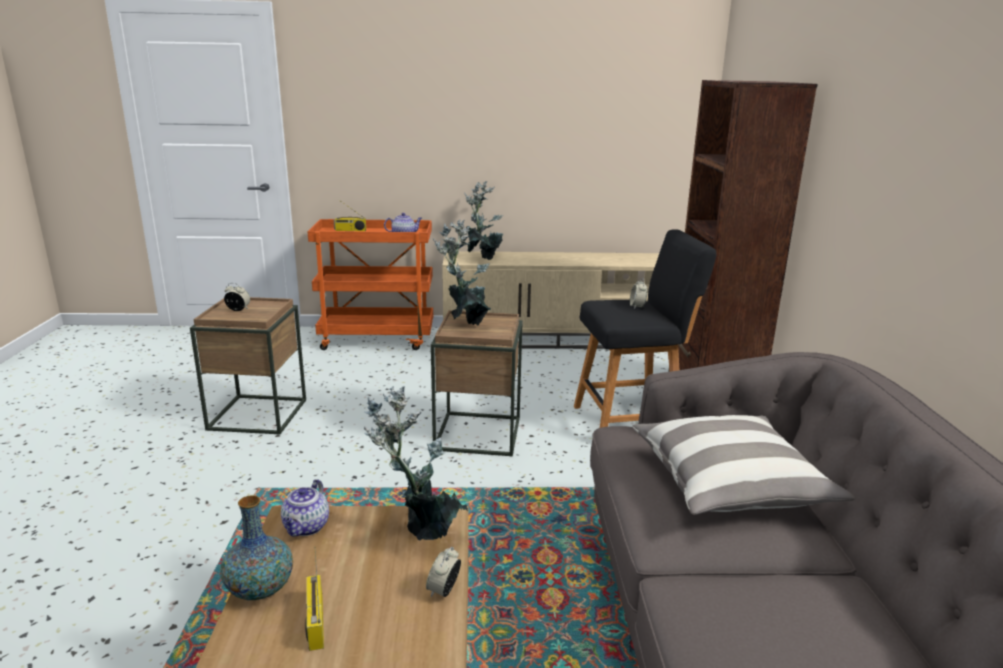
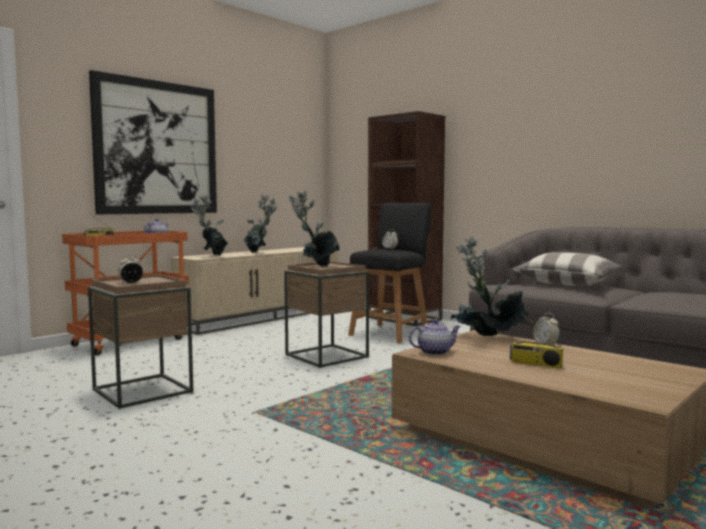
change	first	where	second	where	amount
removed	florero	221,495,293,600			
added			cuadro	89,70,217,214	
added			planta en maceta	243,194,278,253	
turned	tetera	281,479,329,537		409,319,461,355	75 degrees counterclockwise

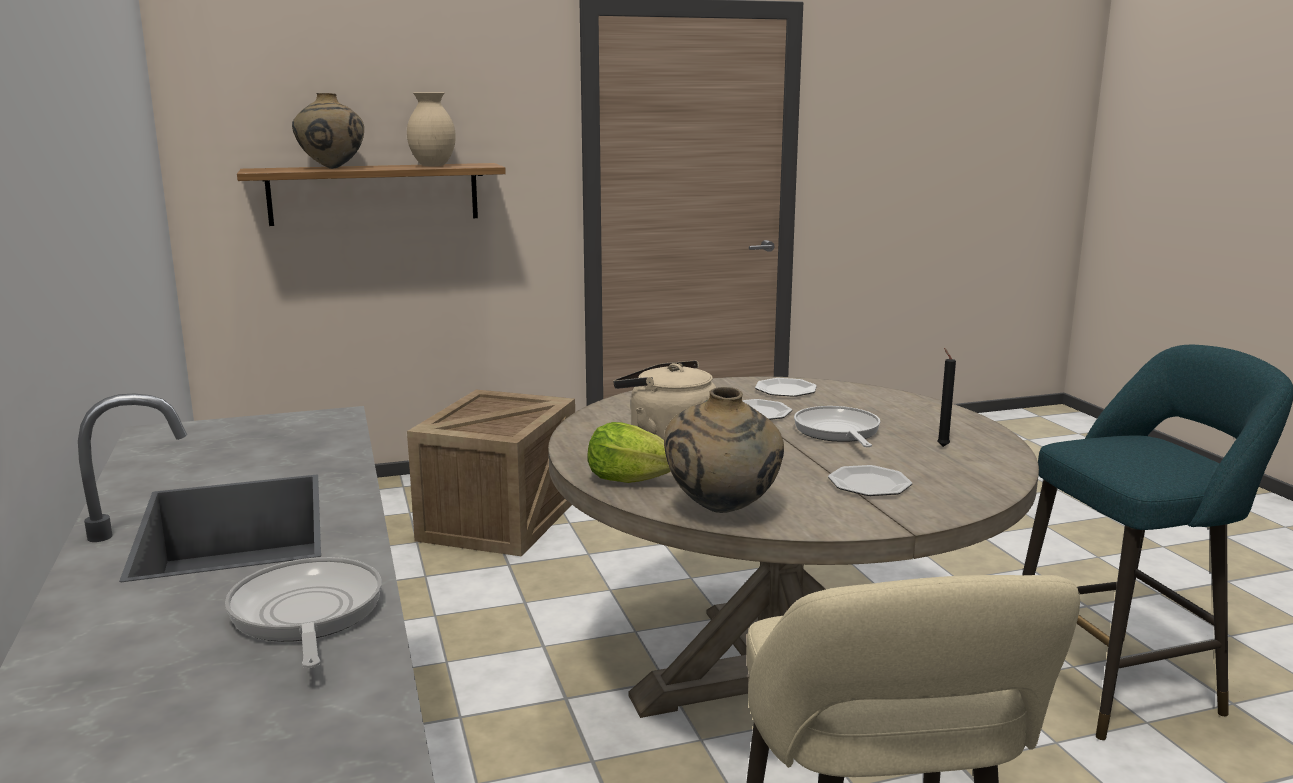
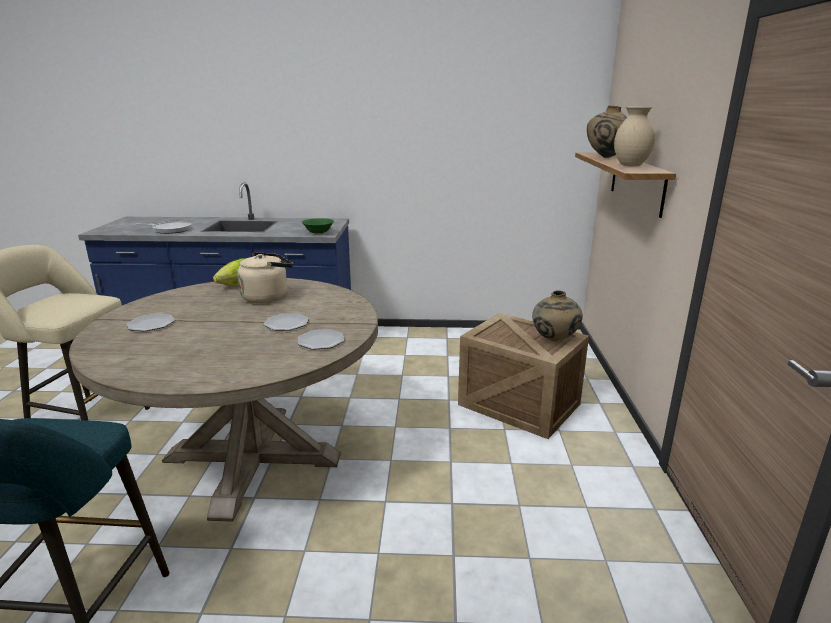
change	first	where	second	where	amount
removed	sartén	794,406,880,447			
removed	vela (negro)	937,348,956,447			
added			cuenco (verde)	302,218,334,235	
moved	florero (beis)	664,387,784,513		532,290,583,342	

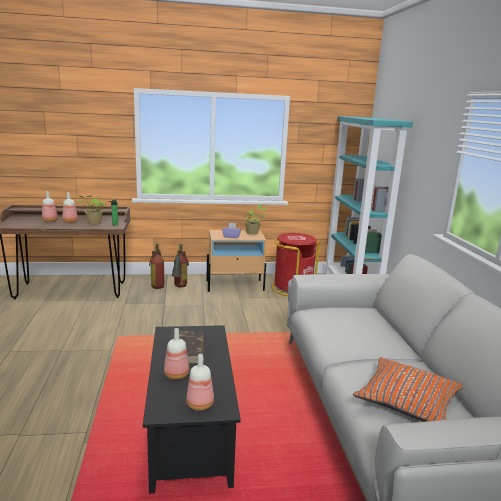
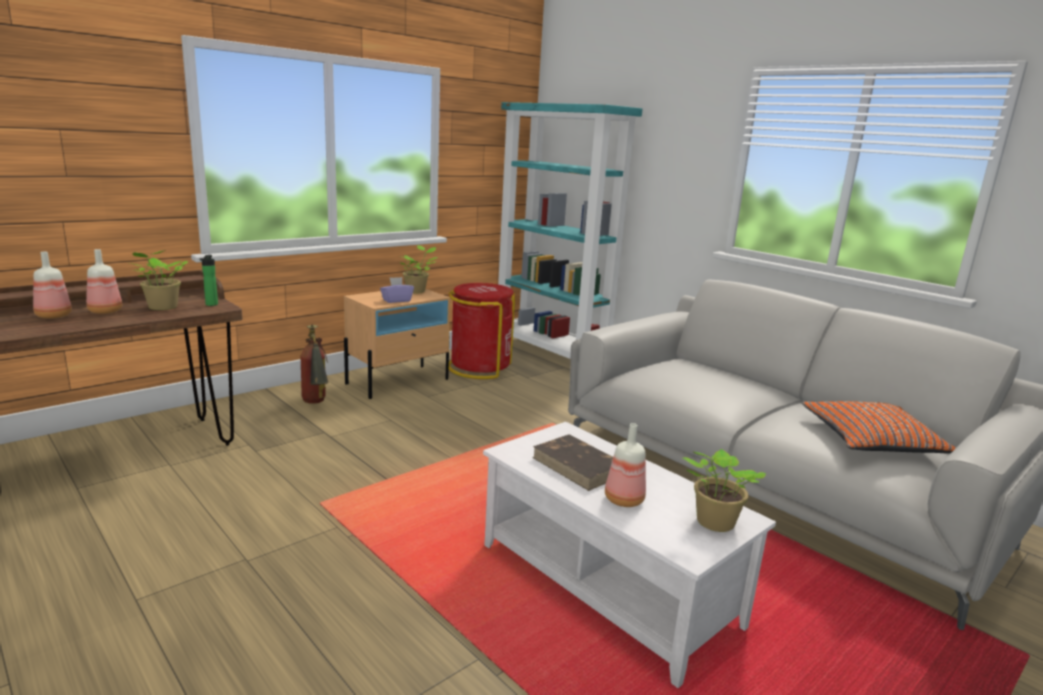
change	first	where	second	where	amount
removed	extintor	149,243,165,289			
replaced	botella	186,354,214,411	planta en maceta	683,449,766,532	
recoloured	mesa de centro (negro)	143,325,241,494	mesa de centro (blanco)	483,422,776,688	

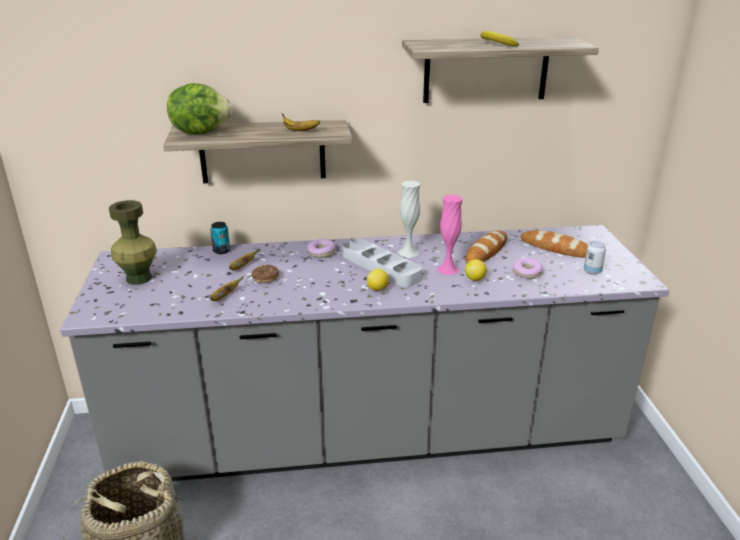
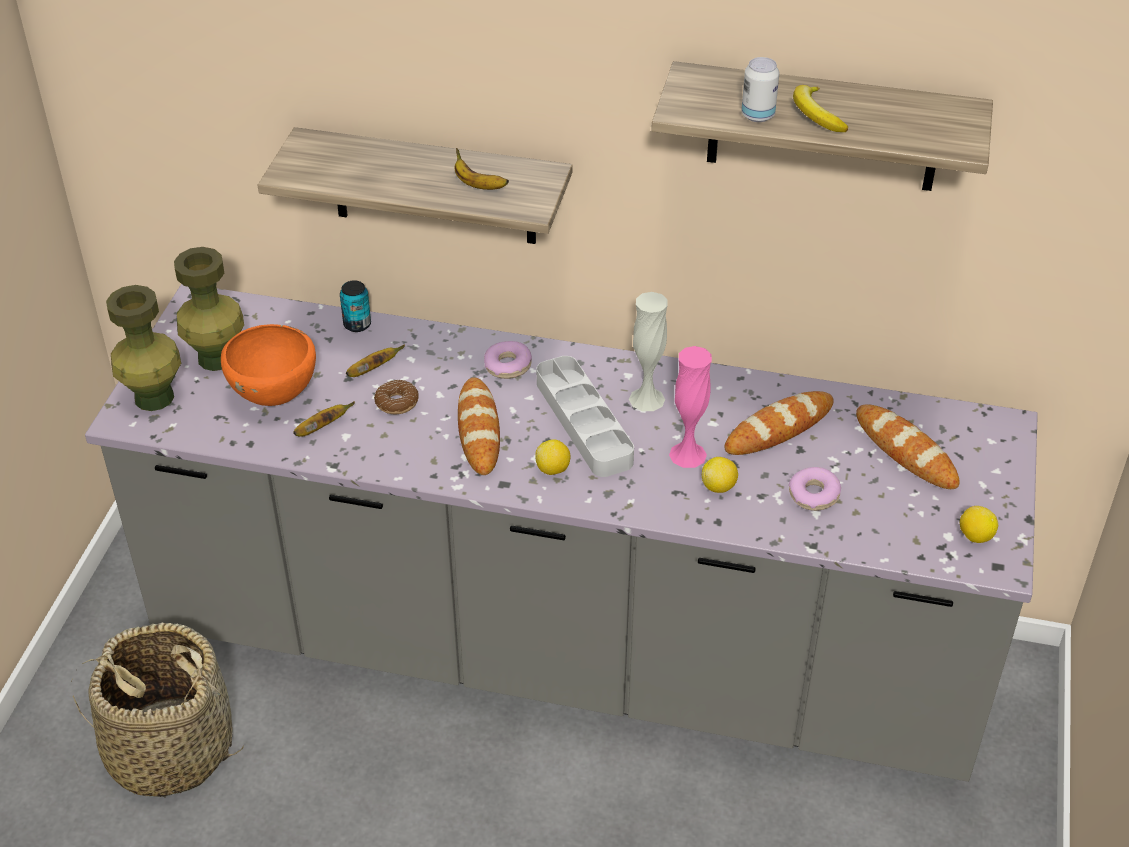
change	first	where	second	where	amount
removed	lechuga	167,83,233,135			
added			florero (verde)	106,285,181,411	
added			cuenco (naranja)	221,324,316,406	
added			pan	458,377,500,475	
added			limón	960,506,998,543	
moved	lata	584,241,606,275		741,57,779,122	

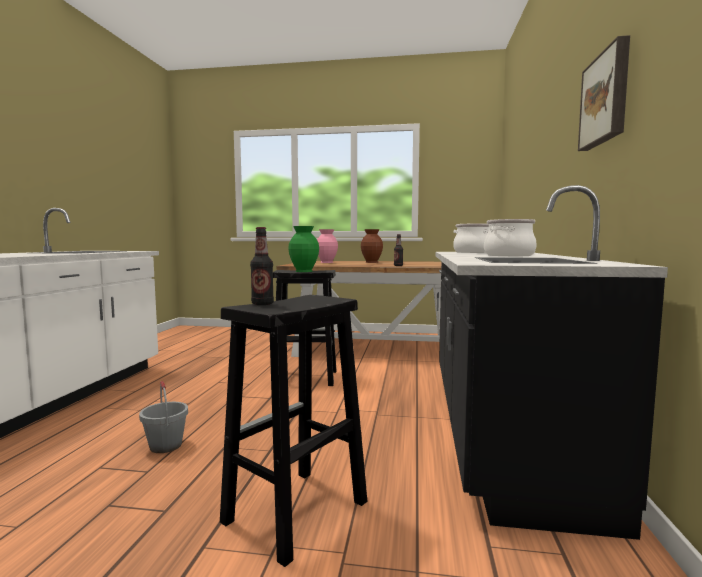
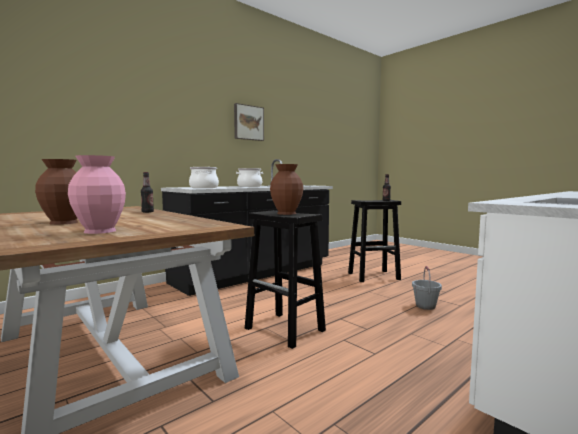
change	first	where	second	where	amount
recoloured	florero (verde)	288,226,319,272	florero (marrón)	270,164,303,215	

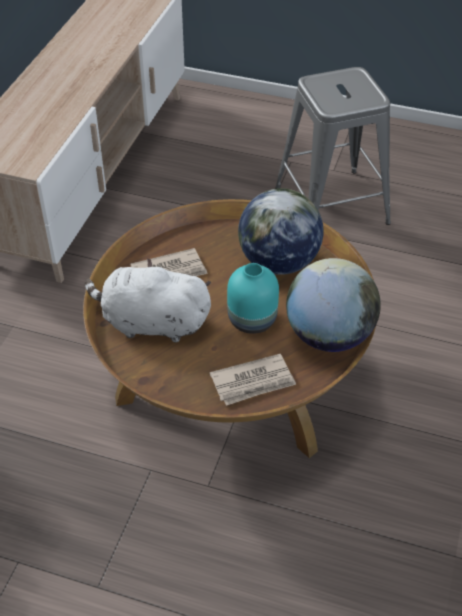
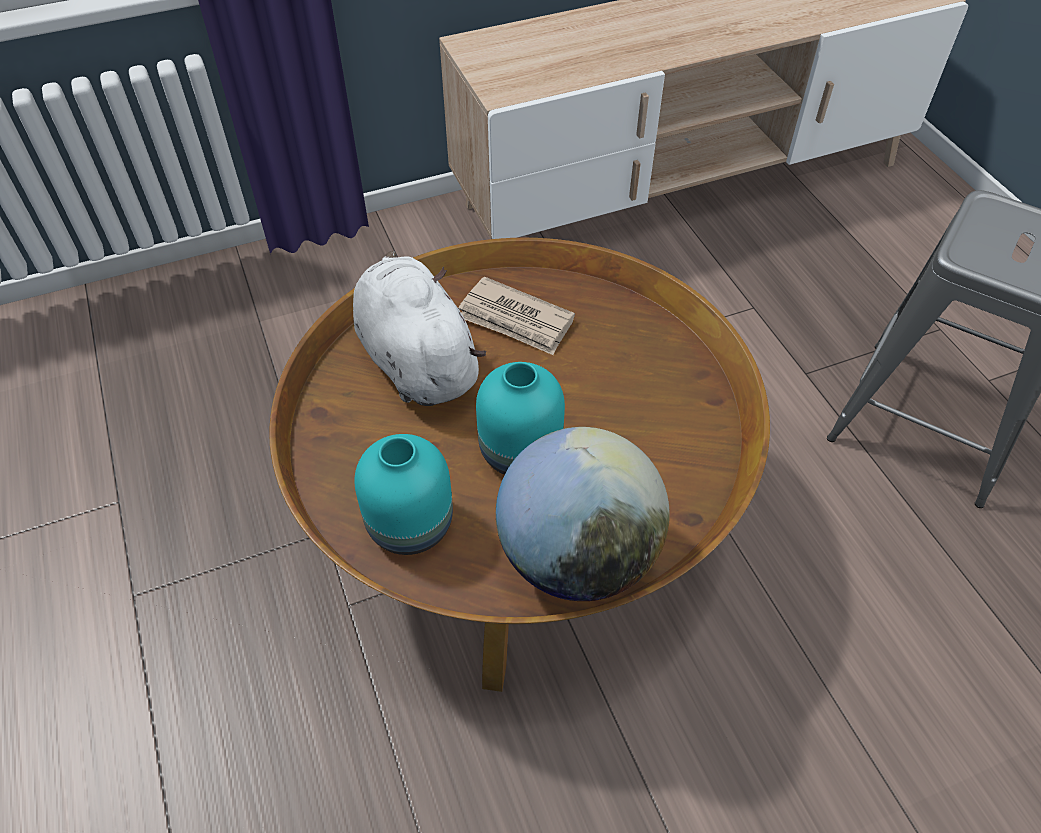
change	first	where	second	where	amount
removed	globo terráqueo	238,188,324,275			
replaced	periódico	210,354,296,406	florero (turquesa)	354,434,453,555	

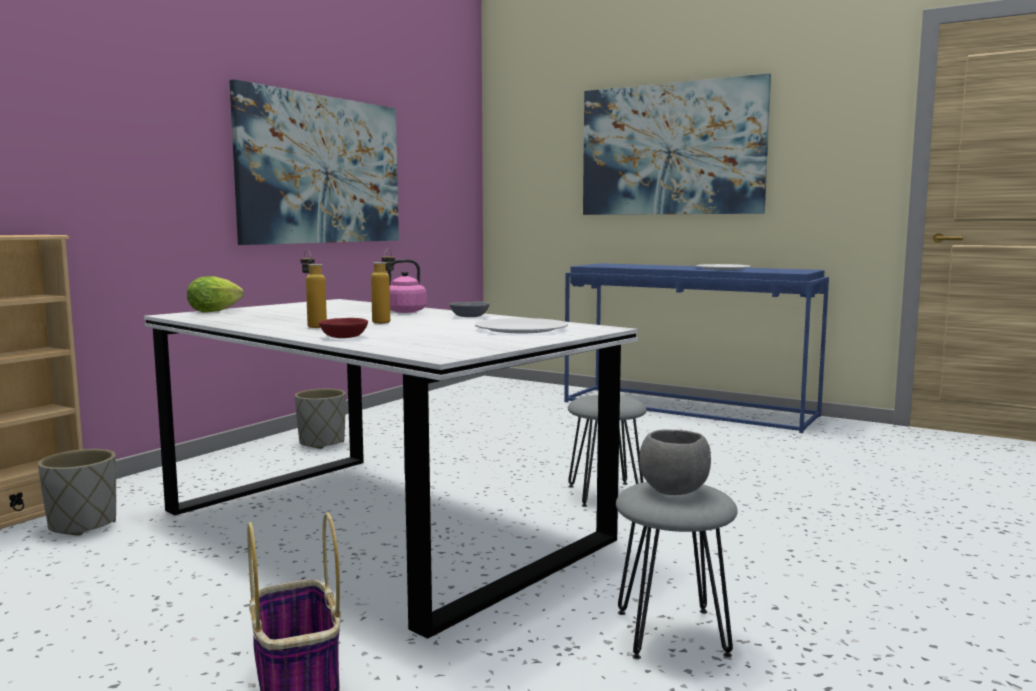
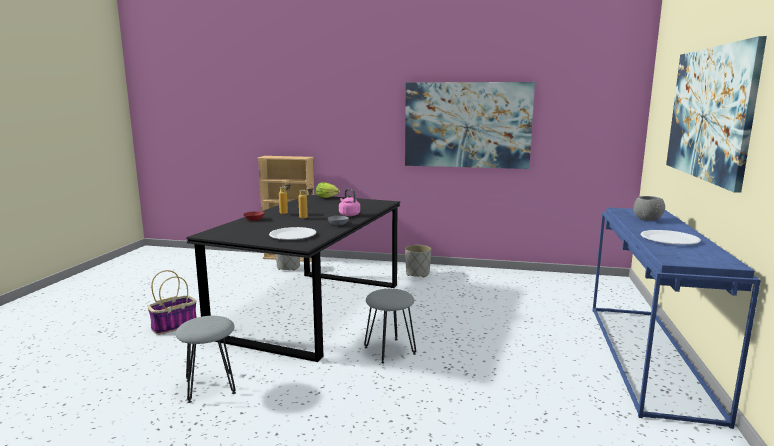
change	first	where	second	where	amount
moved	cuenco (gris)	639,430,711,495		633,196,665,221	
recoloured	mesa de comedor (blanco)	144,299,638,639	mesa de comedor (negro)	186,195,400,362	

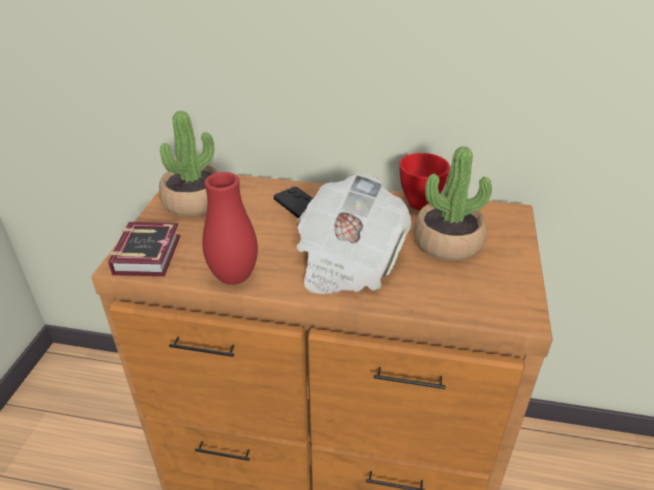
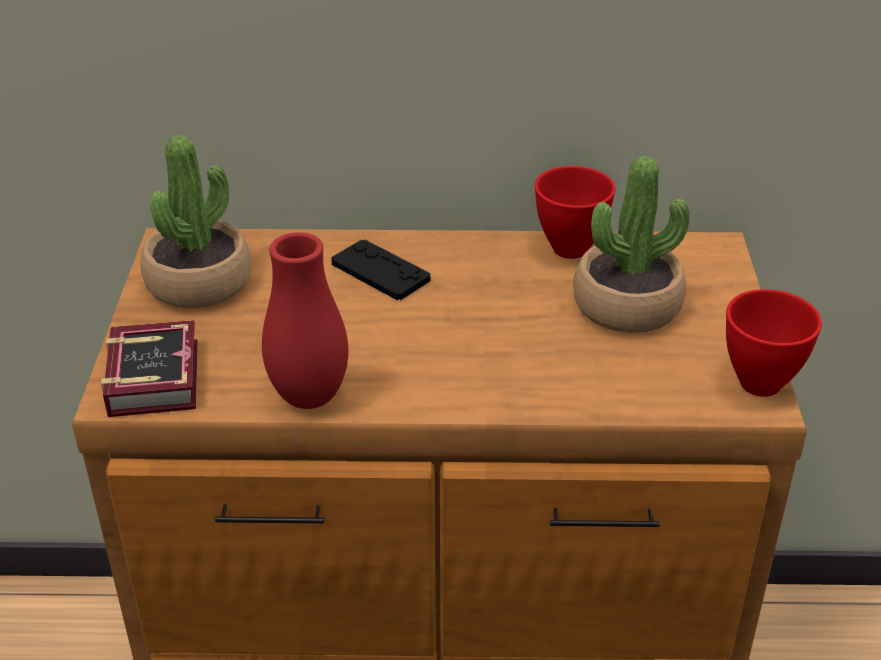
change	first	where	second	where	amount
removed	periódico	297,174,411,294			
added			cuenco (rojo)	726,289,822,397	

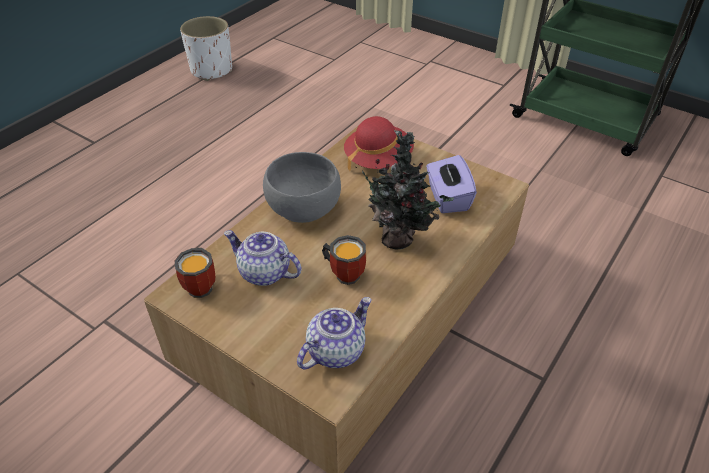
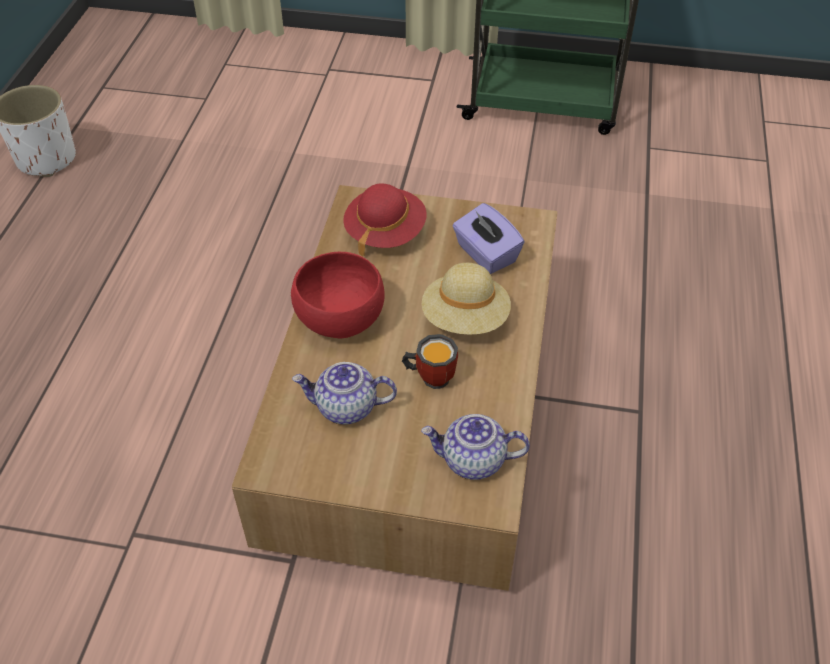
change	first	where	second	where	amount
removed	taza grande	175,248,215,298			
replaced	planta en maceta	355,130,454,250	sombrero (beis)	422,263,511,335	
recoloured	cuenco (gris)	263,152,341,223	cuenco (rojo)	291,252,385,339	
turned	tetera	297,297,372,369		421,414,530,480	105 degrees counterclockwise

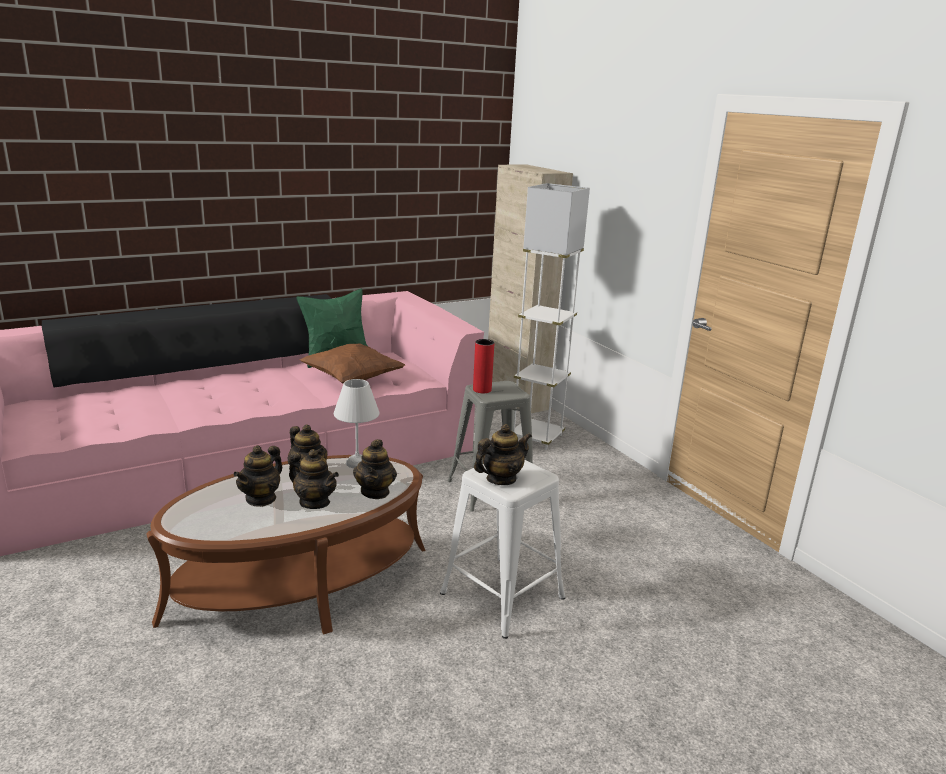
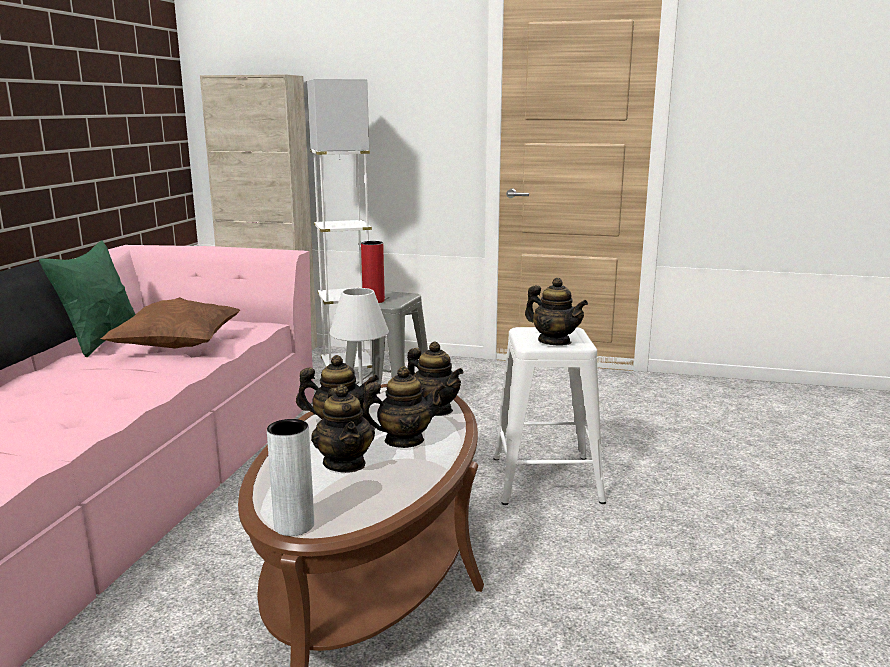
change	first	where	second	where	amount
added			florero (gris)	267,419,314,536	
turned	tetera	474,424,532,485		525,278,588,346	120 degrees clockwise

